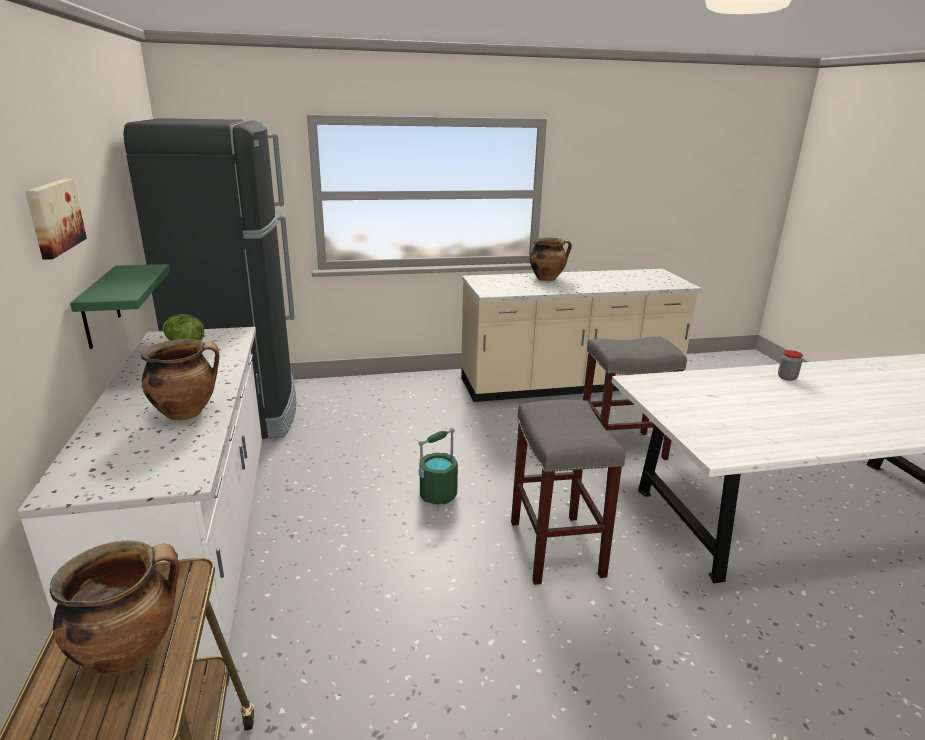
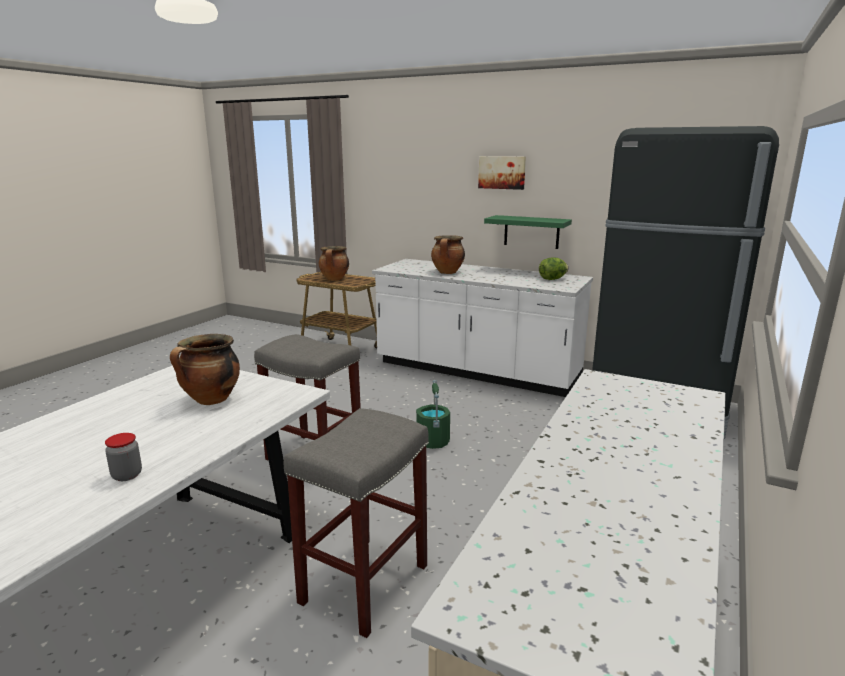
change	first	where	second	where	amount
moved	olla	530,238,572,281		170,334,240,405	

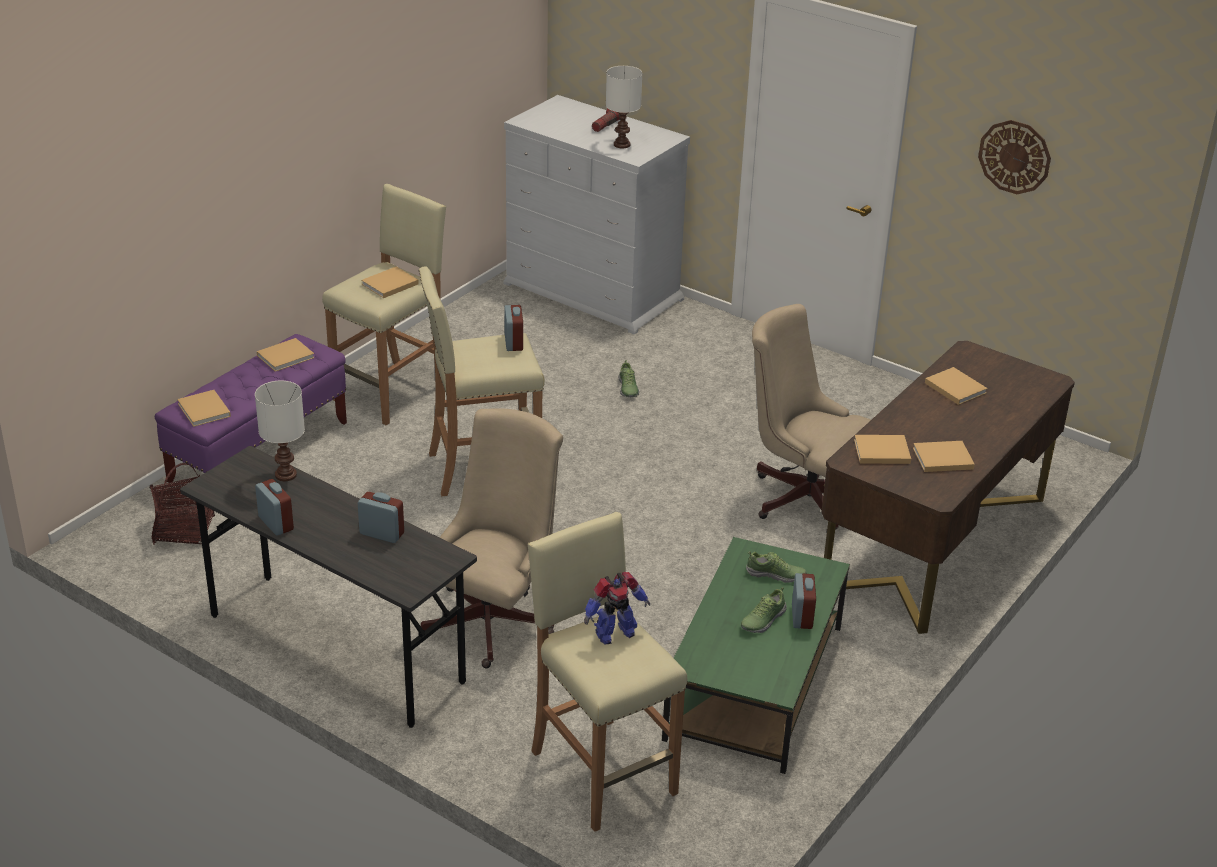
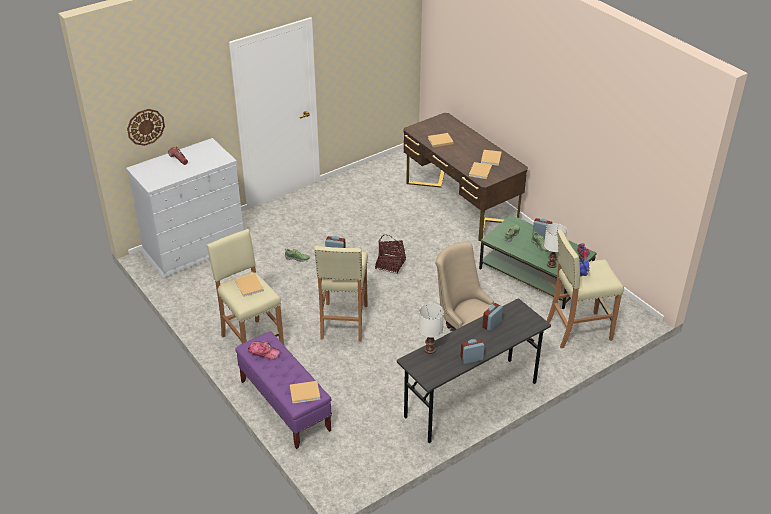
change	first	where	second	where	amount
removed	silla de oficina (beis)	752,304,871,533			
moved	cesta	149,463,215,544		375,235,406,274	
moved	lámpara de mesa (blanco)	606,66,642,148		544,223,567,268	
moved	reloj de pared	978,120,1051,194		127,109,165,146	
replaced	libro (beis)	257,338,315,372	gorra	248,341,280,359	

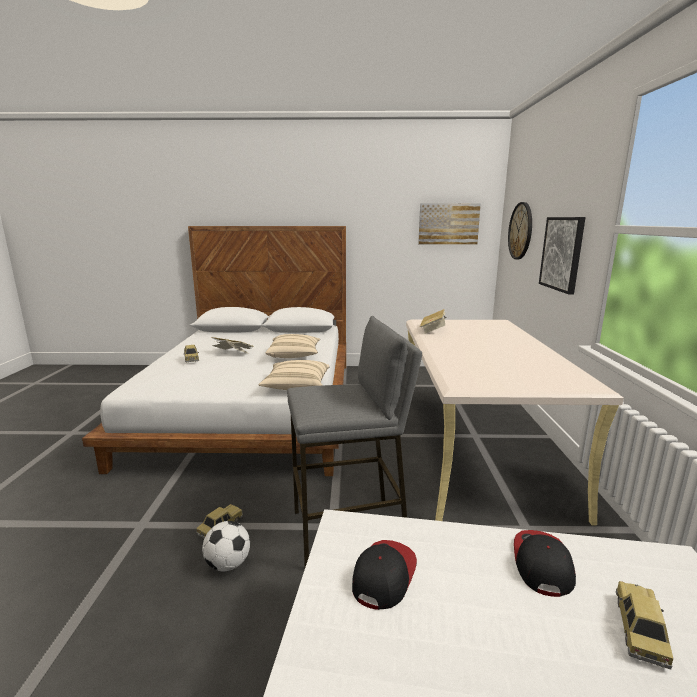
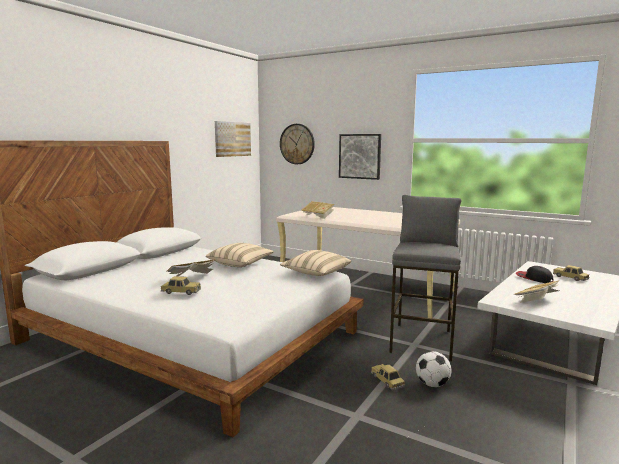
change	first	where	second	where	amount
replaced	gorra	352,540,417,610	libro	514,280,559,303	

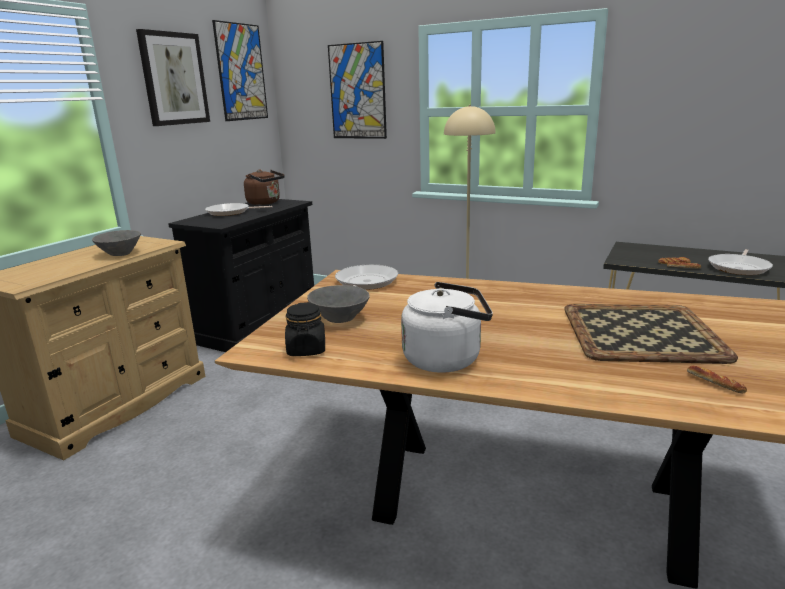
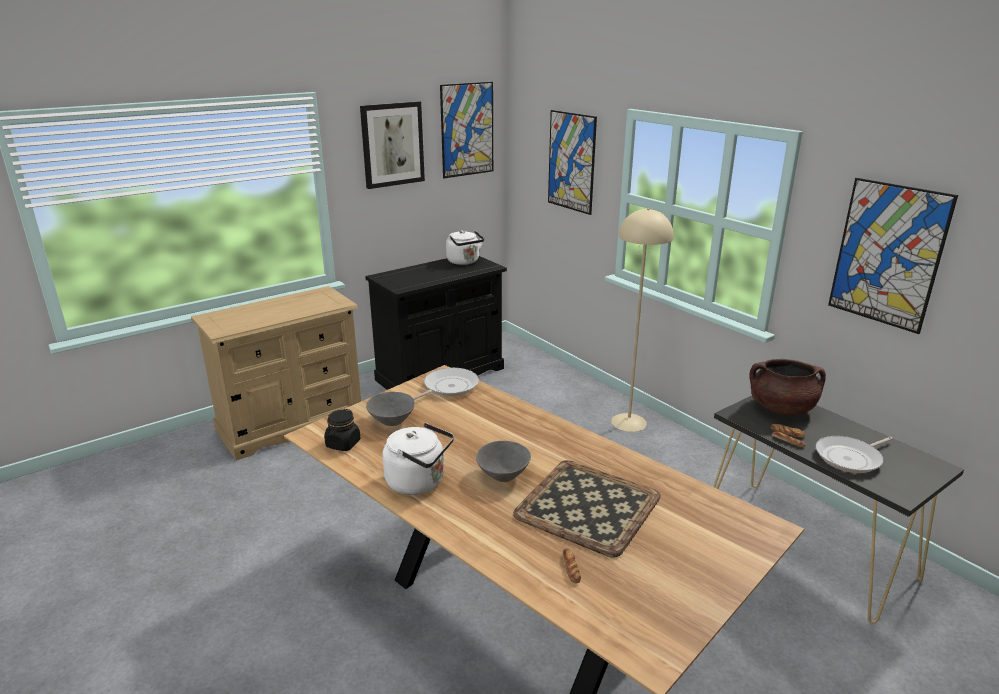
change	first	where	second	where	amount
removed	sartén	205,203,273,216			
added			olla (marrón)	749,359,826,415	
added			cuadro	828,178,958,334	
moved	cuenco (gris)	92,230,141,256		476,441,531,482	
recoloured	hervidor (marrón)	244,170,285,205	hervidor (blanco)	446,230,484,265	

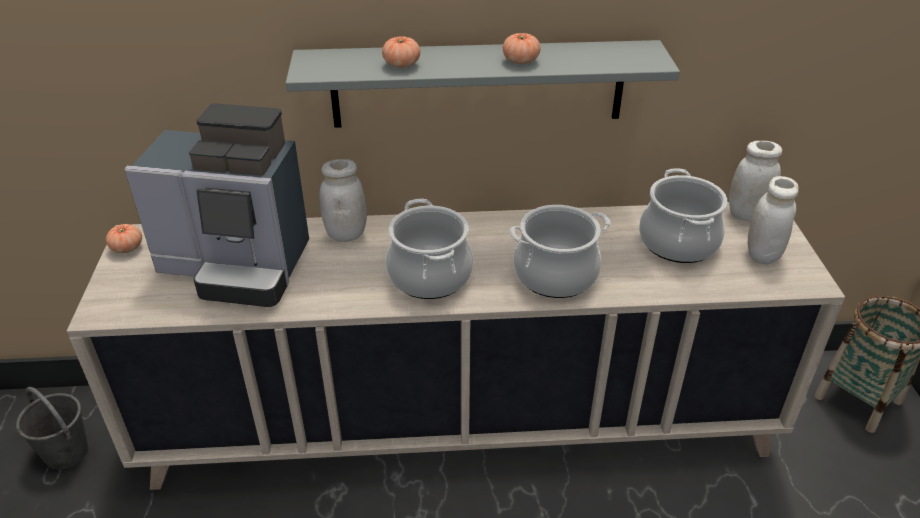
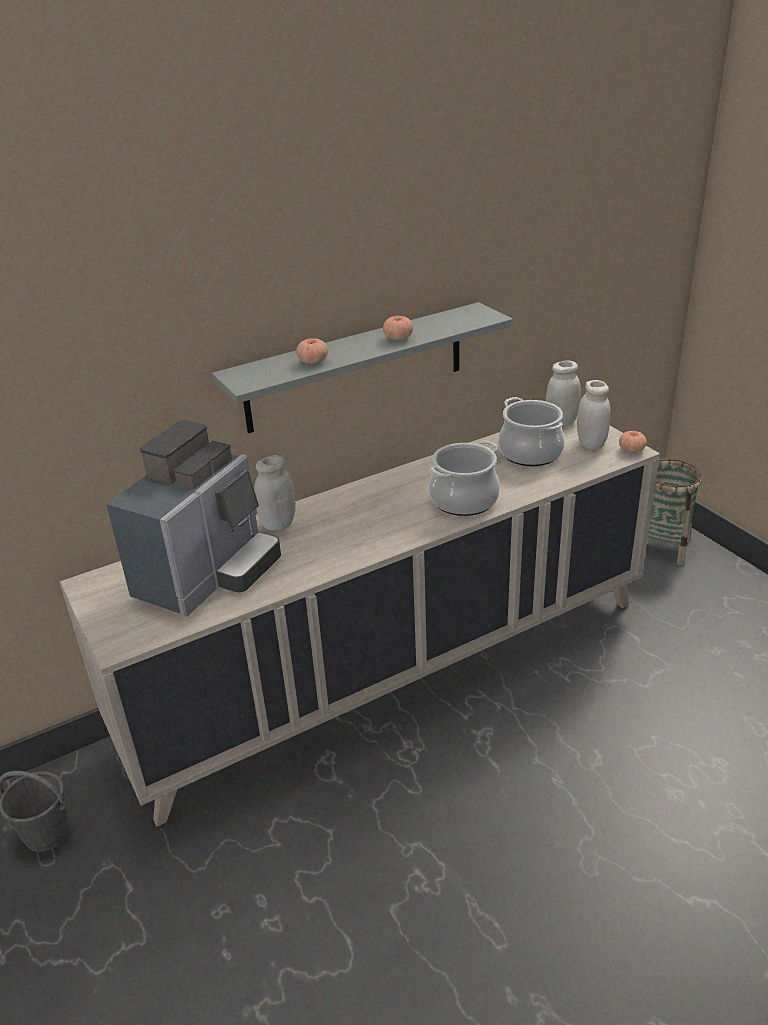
change	first	where	second	where	amount
removed	olla	386,199,473,299			
moved	tomate	106,224,142,253		619,431,647,453	
turned	cafetera	124,103,309,307		106,420,281,617	45 degrees counterclockwise

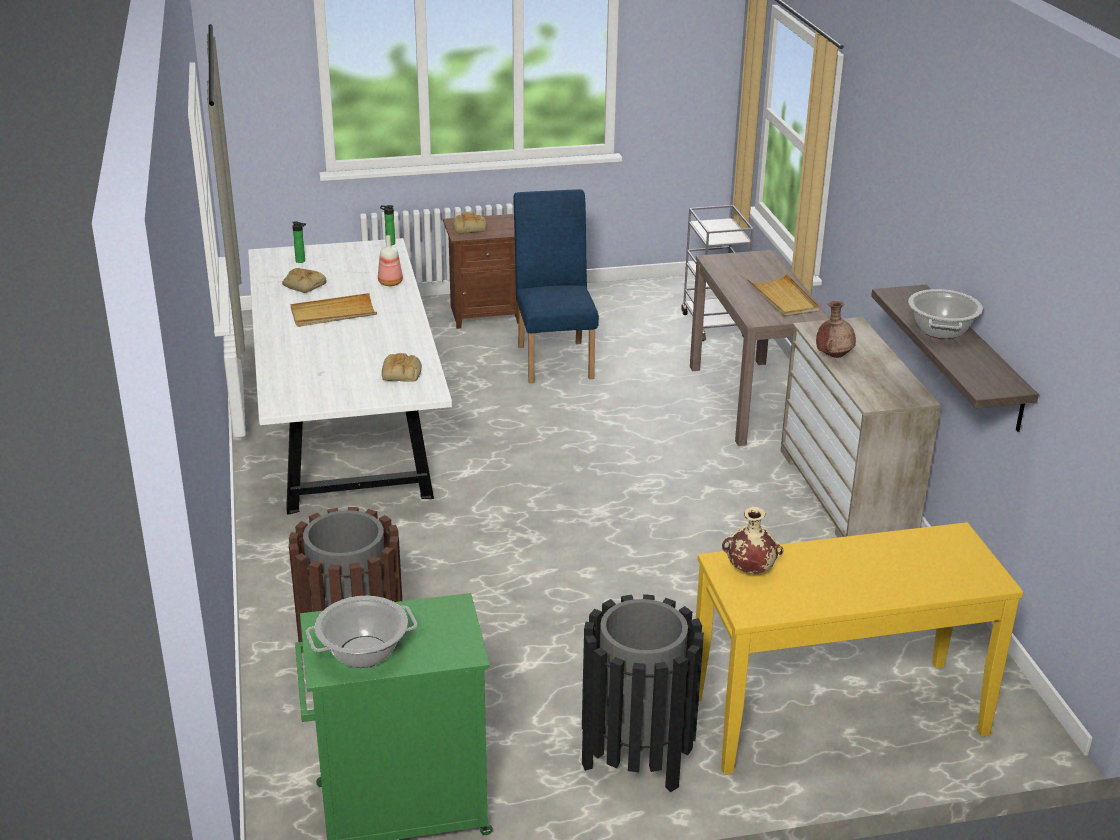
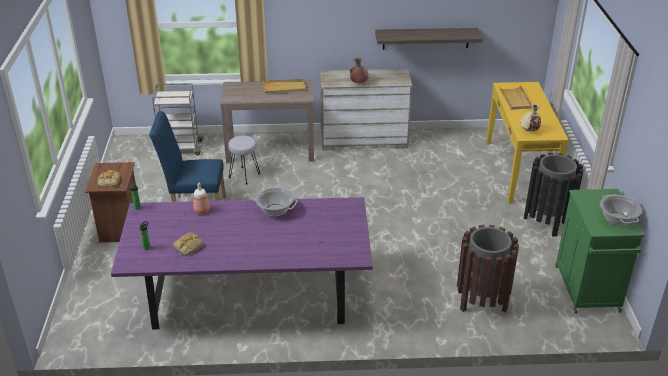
change	first	where	second	where	amount
removed	pan	382,353,422,382			
added			taburete (gris)	228,135,260,184	
moved	bandeja (beis)	291,293,377,327		498,85,532,110	
moved	olla	908,289,983,339		252,187,298,217	
recoloured	mesa de comedor (blanco)	248,238,452,515	mesa de comedor (morado)	111,197,373,329	

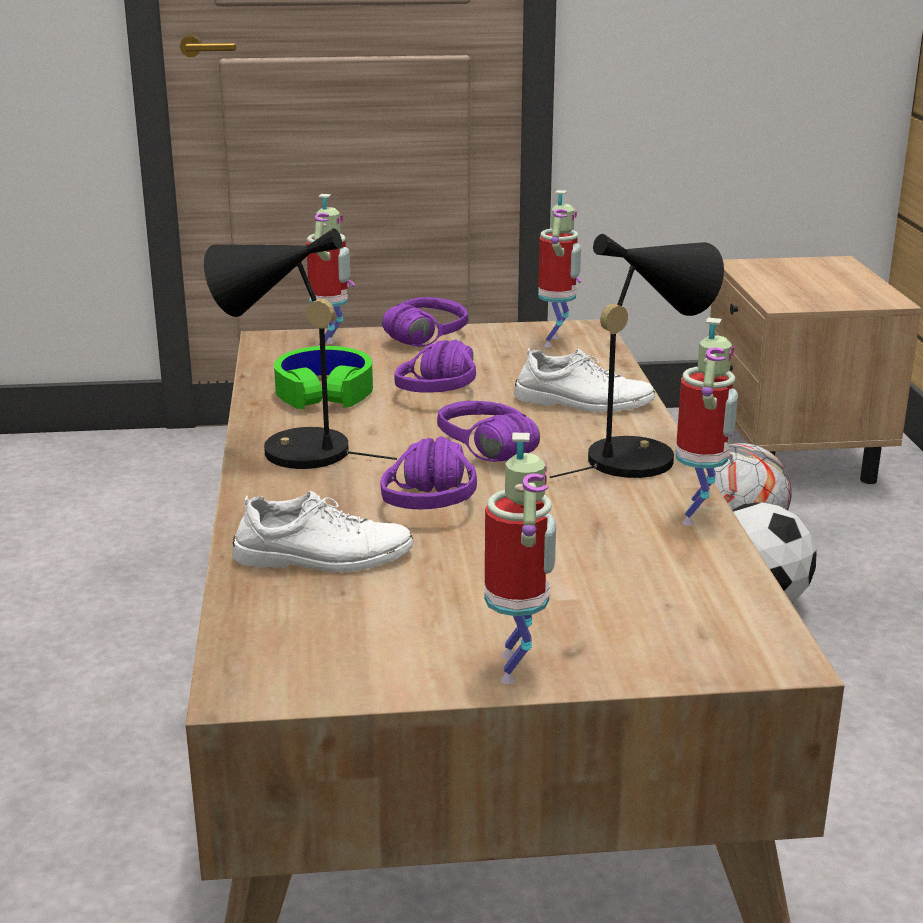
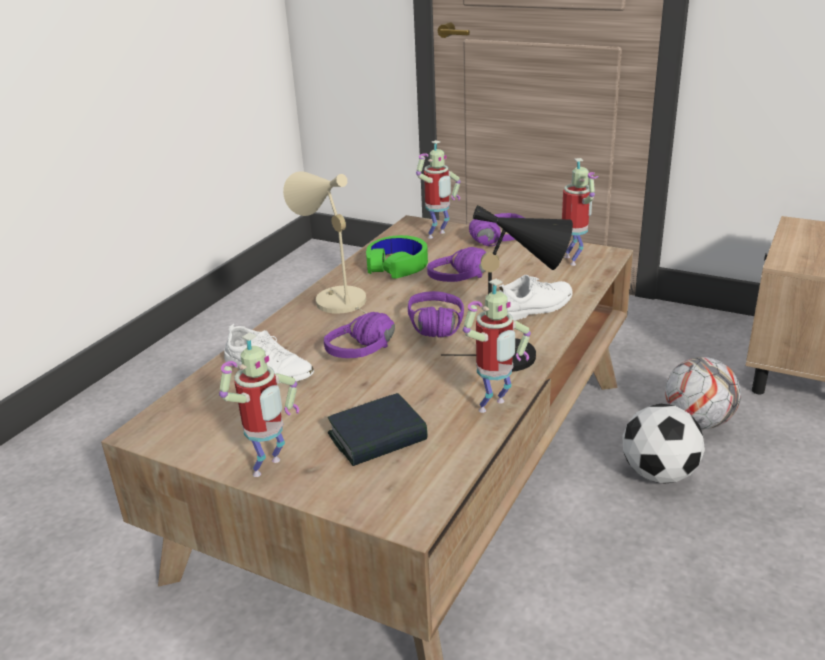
change	first	where	second	where	amount
added			libro	328,393,428,466	
recoloured	lámpara de mesa (negro)	204,228,397,469	lámpara de mesa (beis)	283,171,367,314	
turned	zapato (blanco)	514,348,655,413		499,275,573,320	75 degrees counterclockwise
turned	robot de juguete	538,190,581,347		562,158,599,266	60 degrees counterclockwise

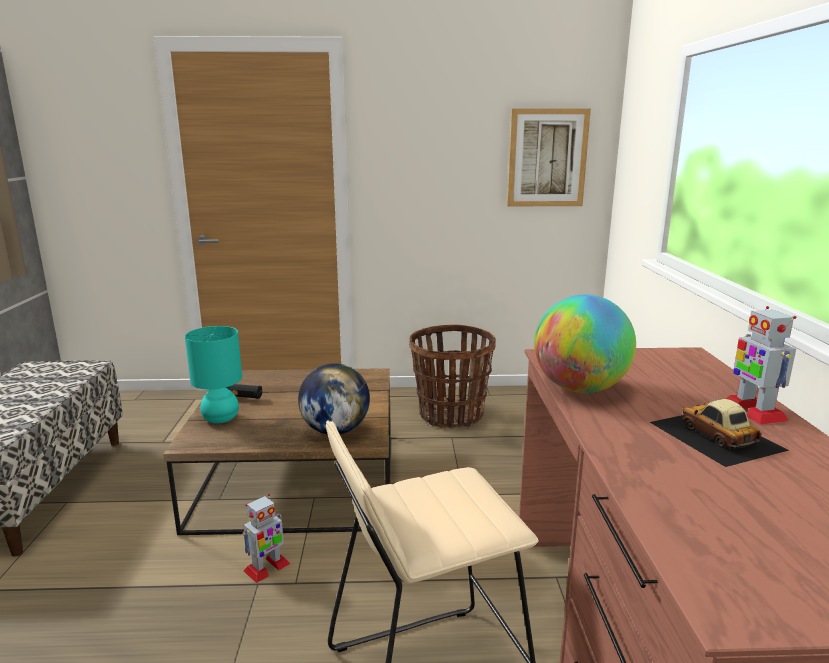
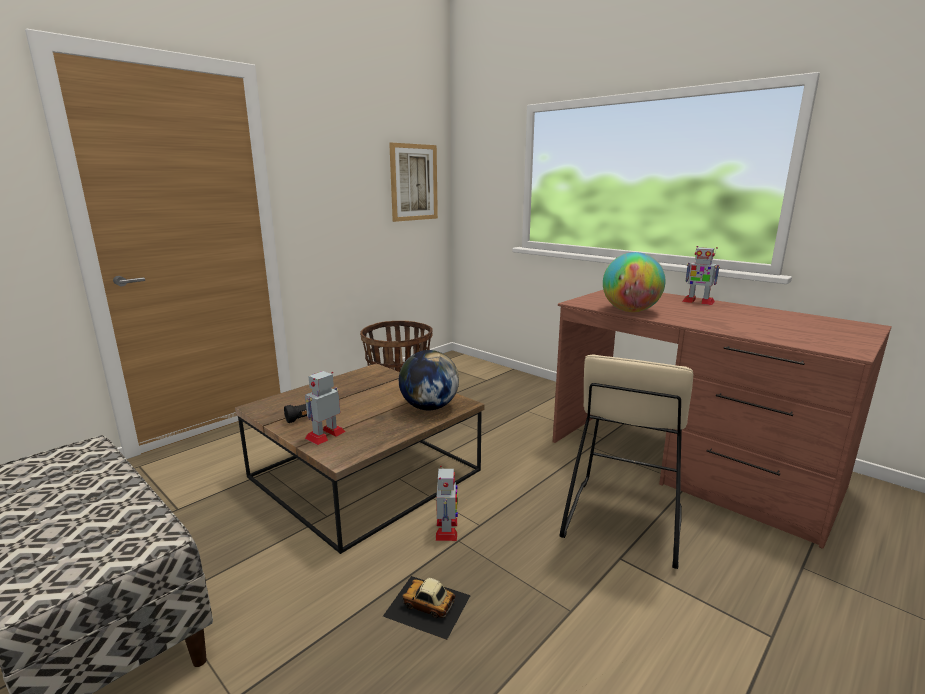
change	first	where	second	where	amount
moved	coche de juguete	650,399,789,467		383,576,471,640	
replaced	lámpara de mesa (turquesa)	185,326,242,423	robot de juguete	305,371,345,445	

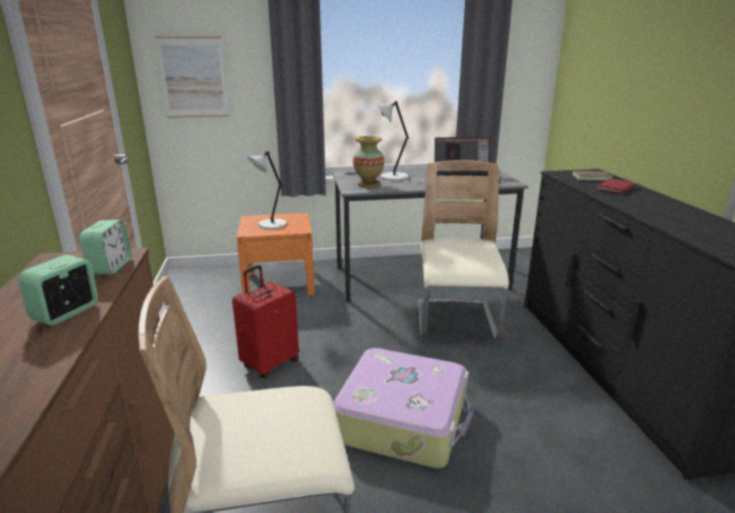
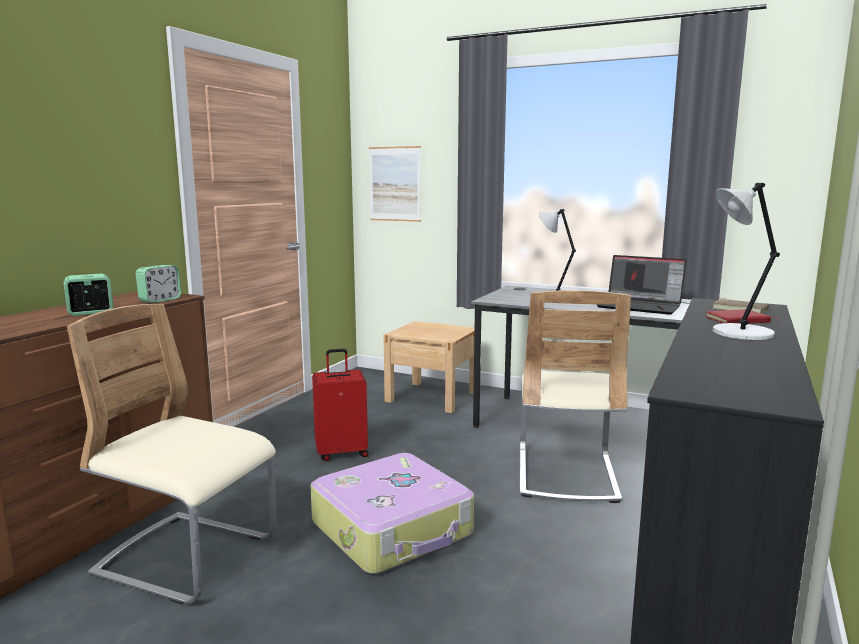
change	first	where	second	where	amount
removed	florero	353,136,384,188			
moved	lámpara de mesa (gris)	248,151,287,229		713,183,780,340	
recoloured	mesita de noche (naranja)	236,213,315,295	mesita de noche (beis)	384,321,475,413	
turned	silla (beis)	418,160,509,340		520,290,631,503	150 degrees clockwise

